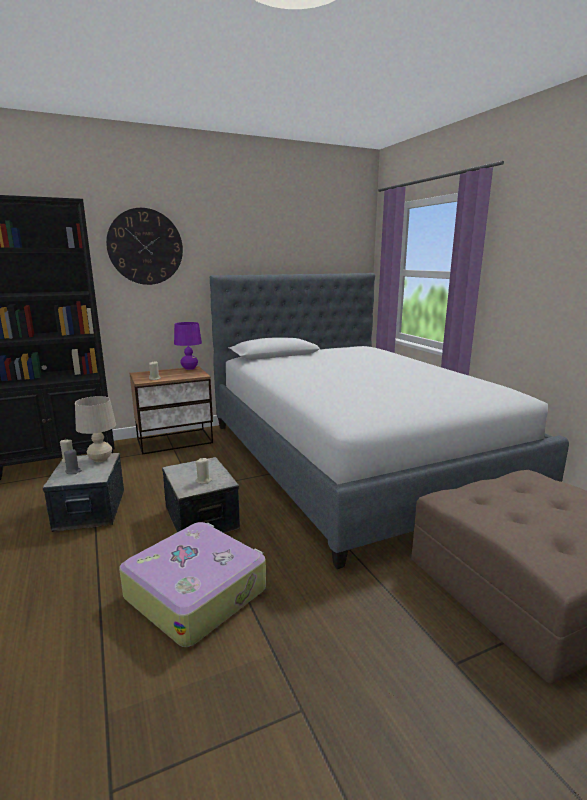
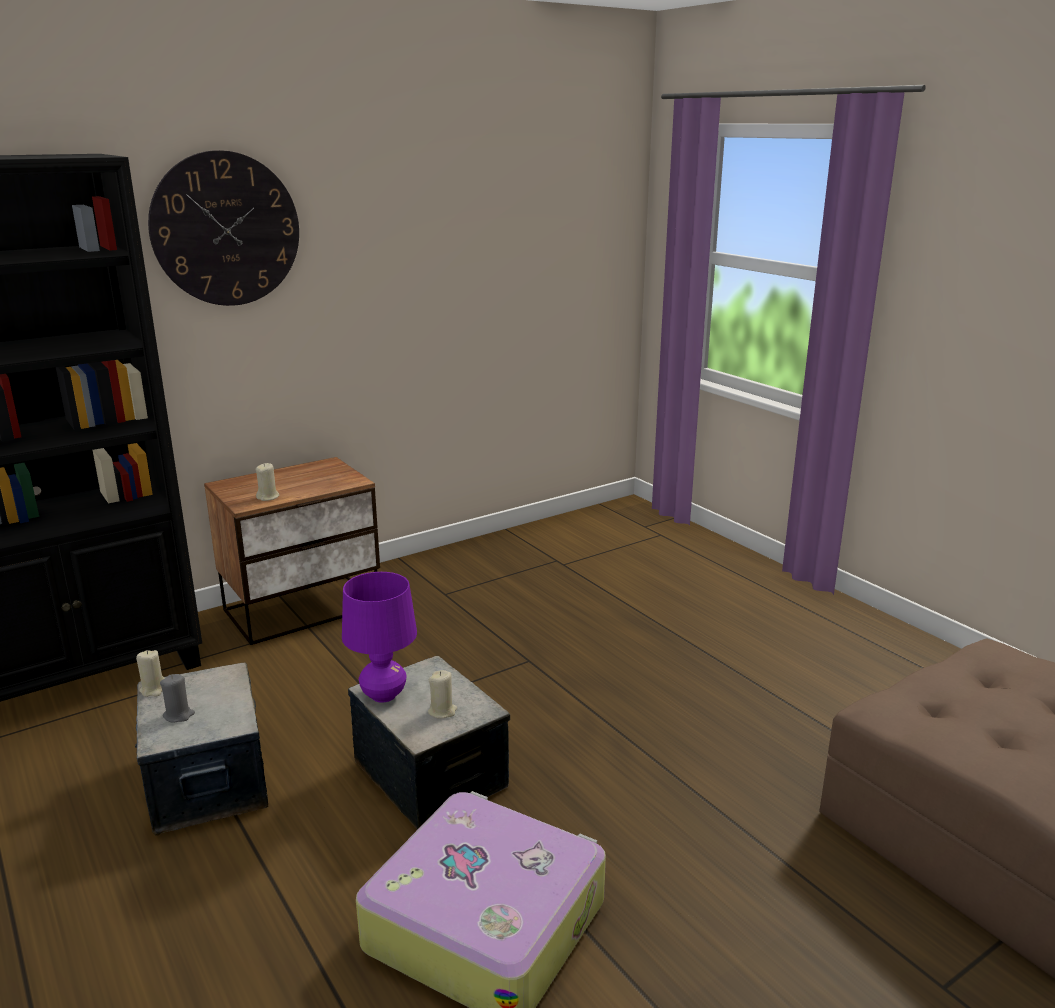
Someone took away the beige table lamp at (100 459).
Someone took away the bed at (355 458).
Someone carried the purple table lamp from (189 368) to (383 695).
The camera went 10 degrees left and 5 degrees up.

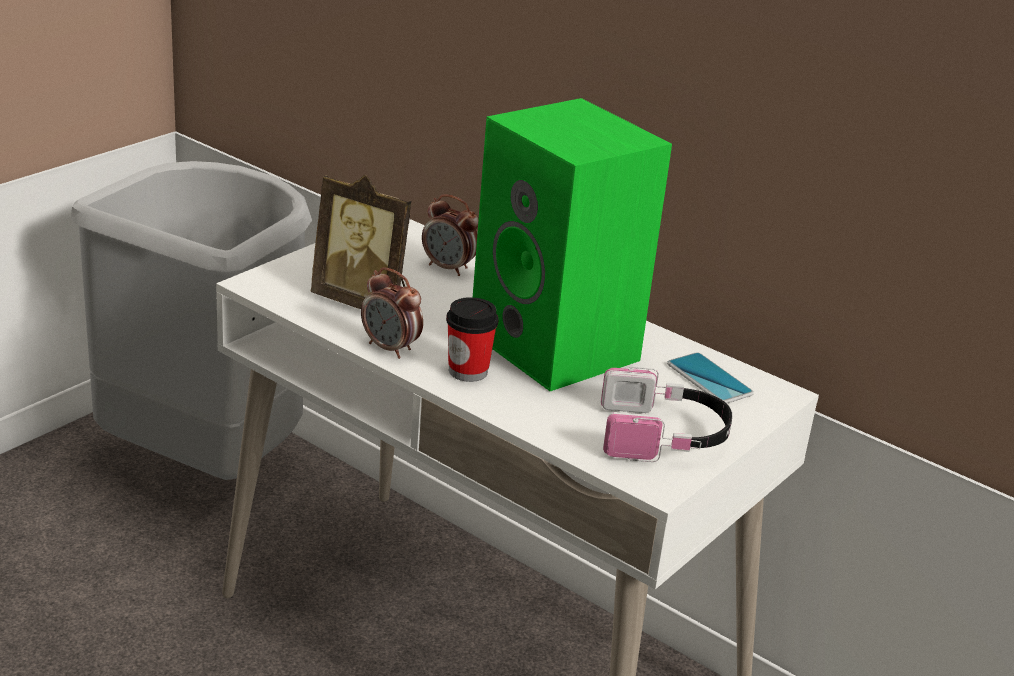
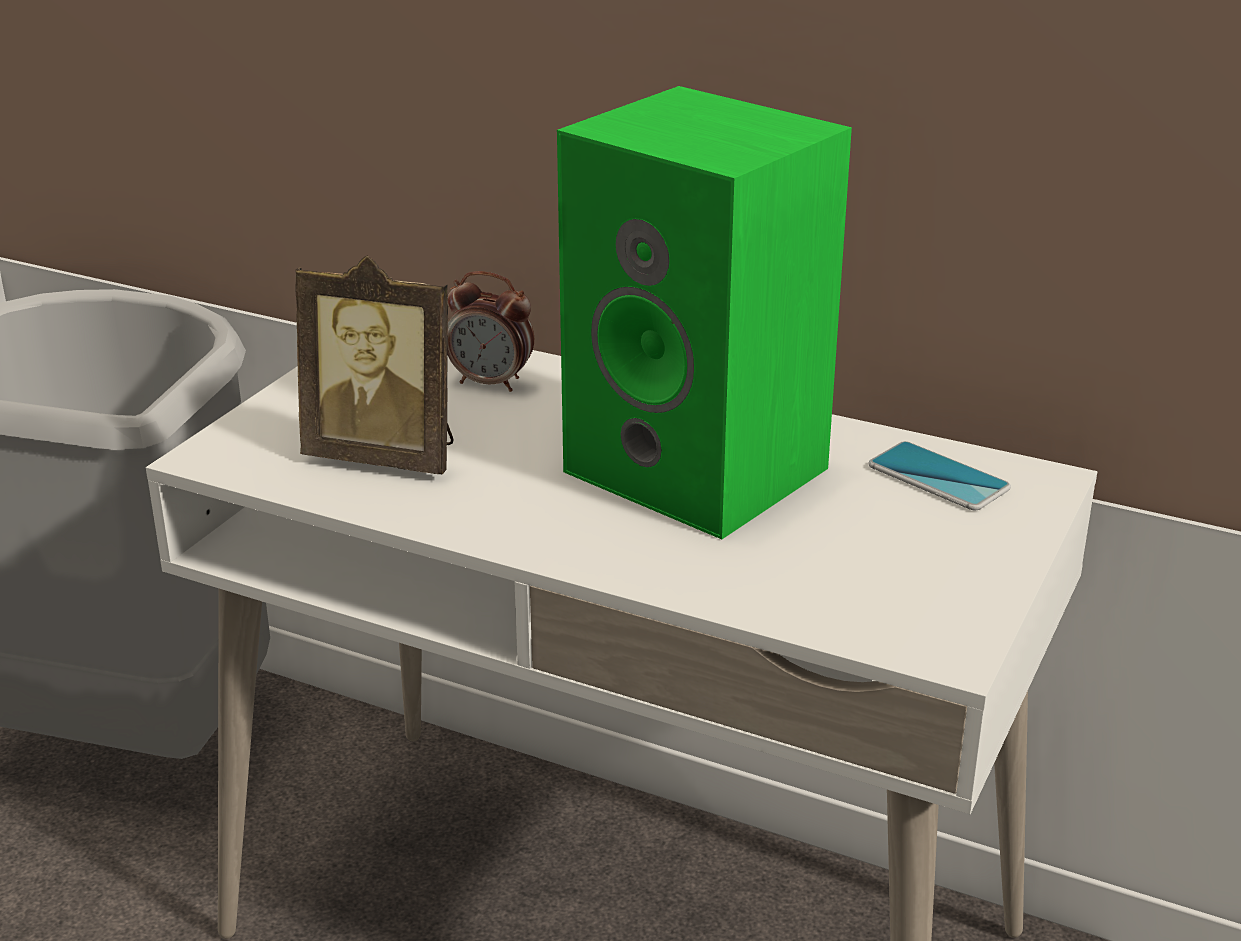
Someone took away the alarm clock at (390 348).
Someone took away the cup at (468 371).
Someone took away the headphones at (664 436).
The camera went 10 degrees left and 0 degrees up.

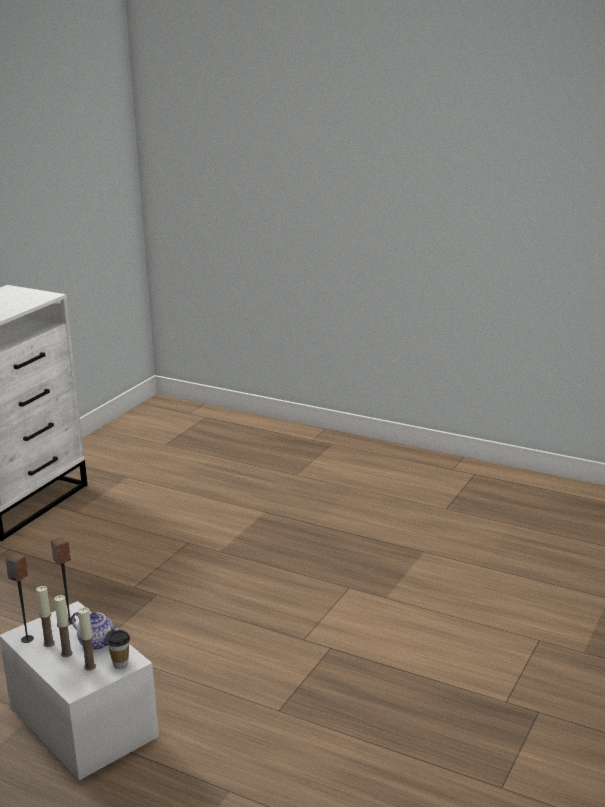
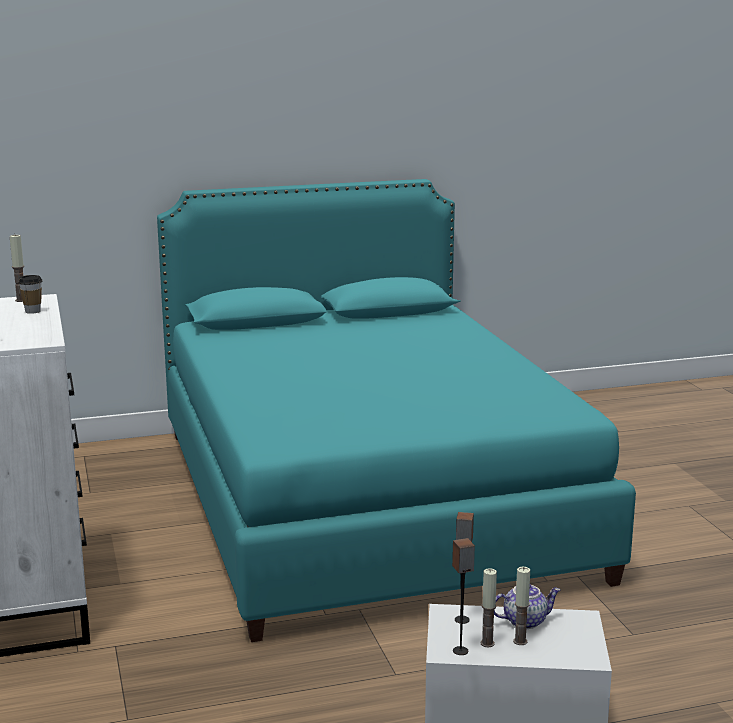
Someone put down the turquoise bed at (365 501).
Someone carried the candle from (90 666) to (21 300).
Someone carried the cup from (120 664) to (33 311).
The camera went 45 degrees left and 5 degrees down.

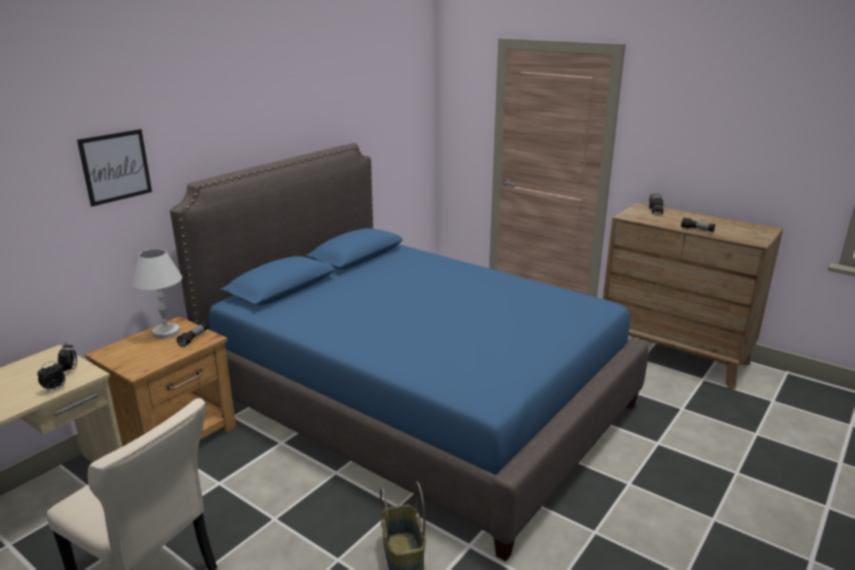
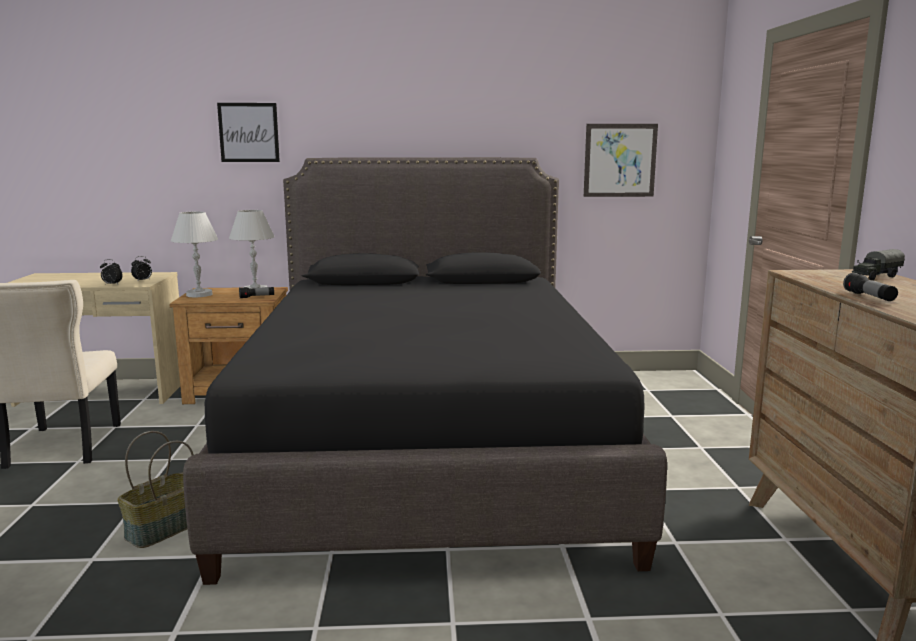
Someone put down the white table lamp at (199 294).
Someone put up the picture at (620 160).
Someone repainted the blue bed at (417 402), which became the black bed at (427 448).
The camera went 50 degrees right and 10 degrees down.

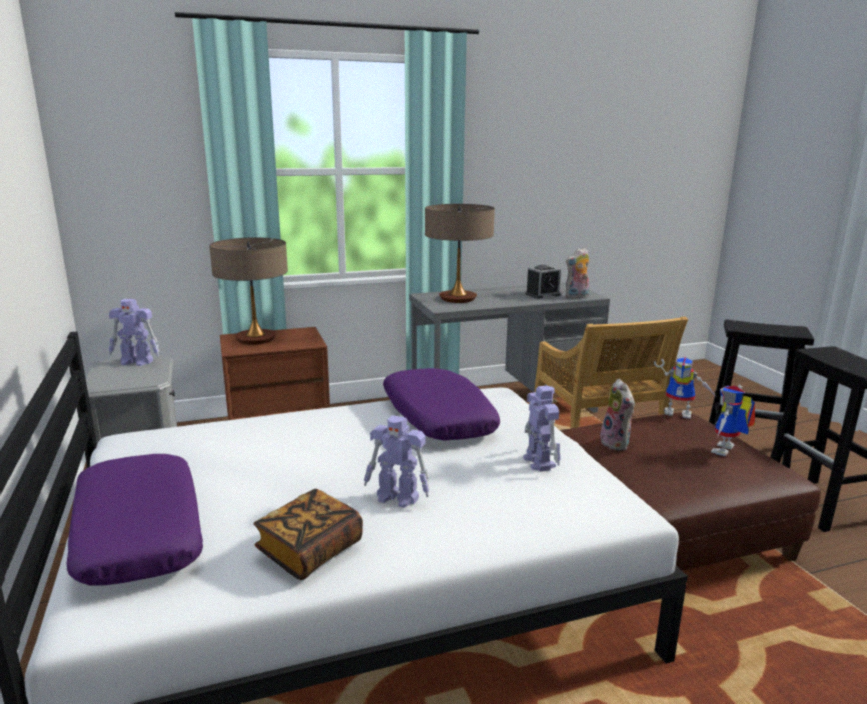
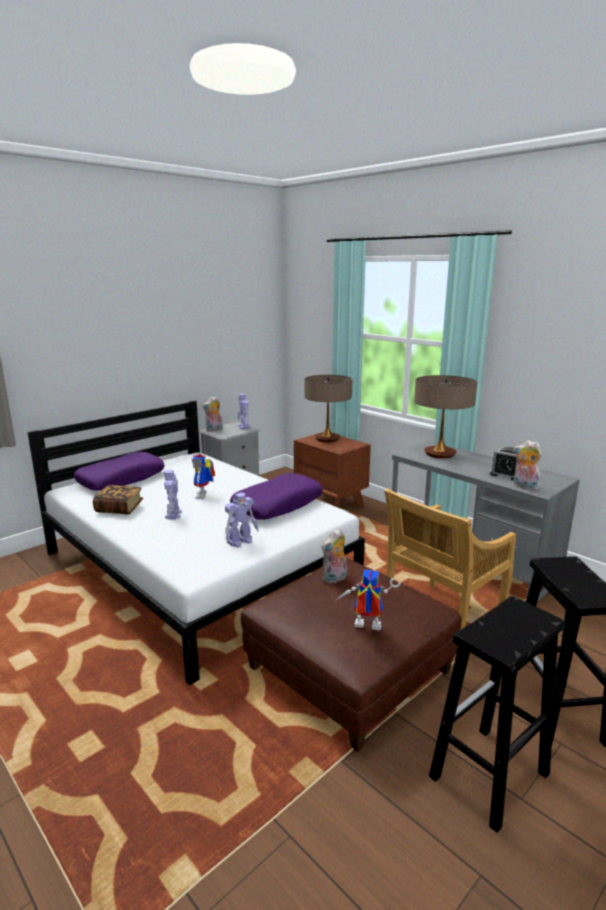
Someone put down the plush toy at (214 430).
Someone carried the toy robot from (680 413) to (204 496).
The camera went 65 degrees right and 0 degrees up.

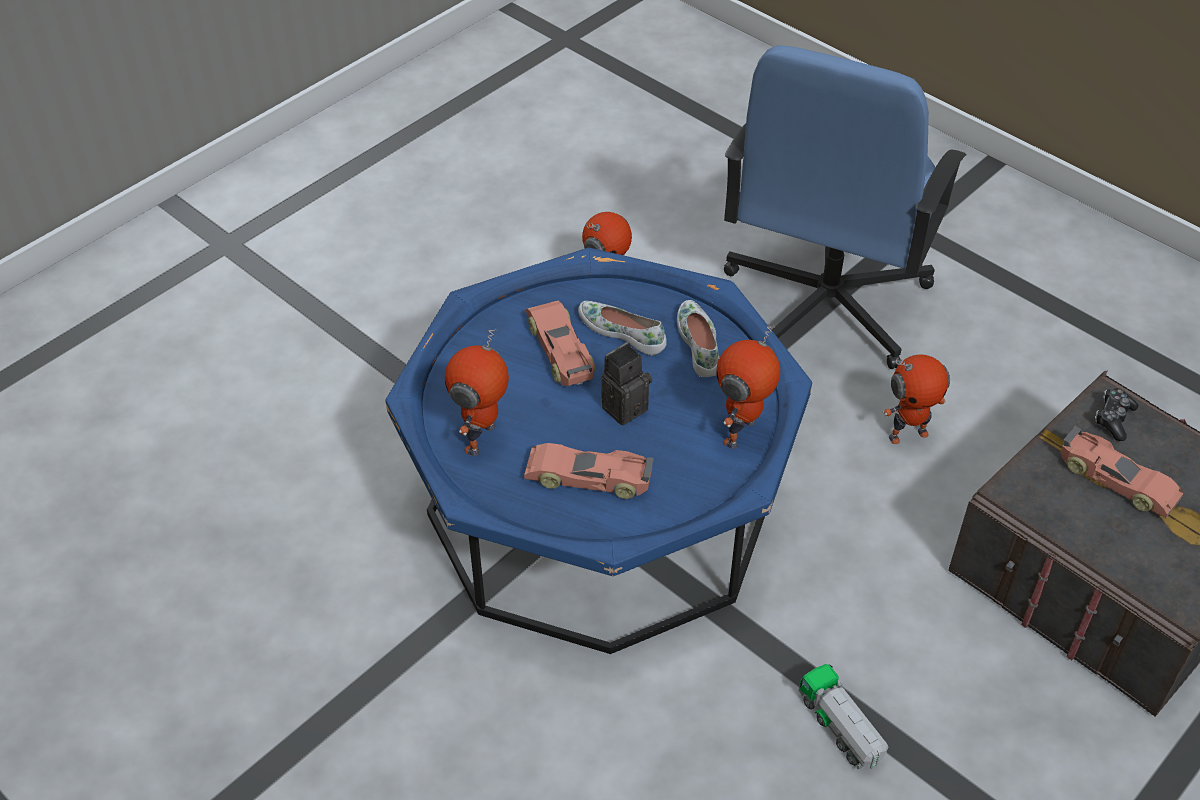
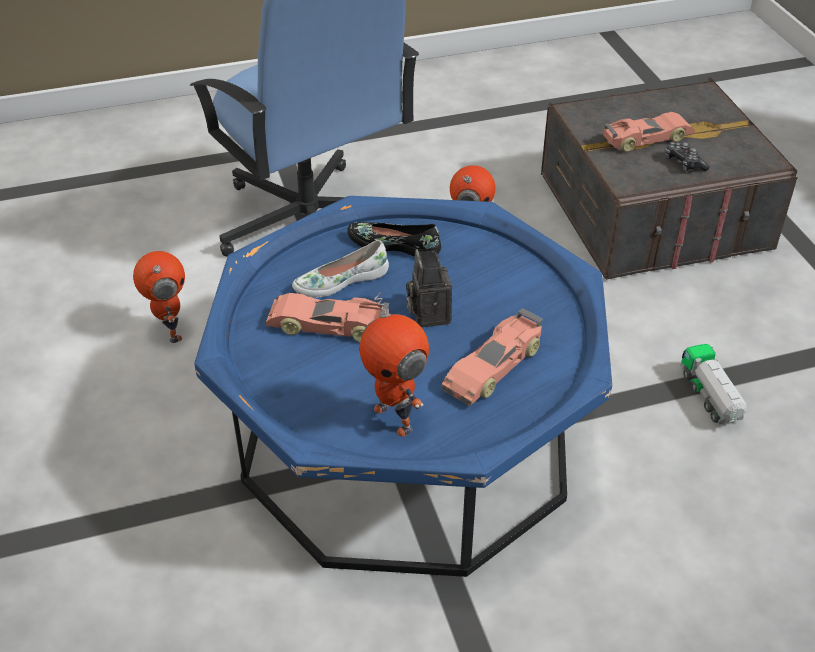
Someone took away the toy robot at (742 433).
Someone carried the game controller from (1113 419) to (683 163).
Someone repainted the white shoe at (700 344), which became the black shoe at (394 245).
Someone rotated the toy truck at (840 728) by 75 degrees clockwise.
The camera went 60 degrees left and 5 degrees down.

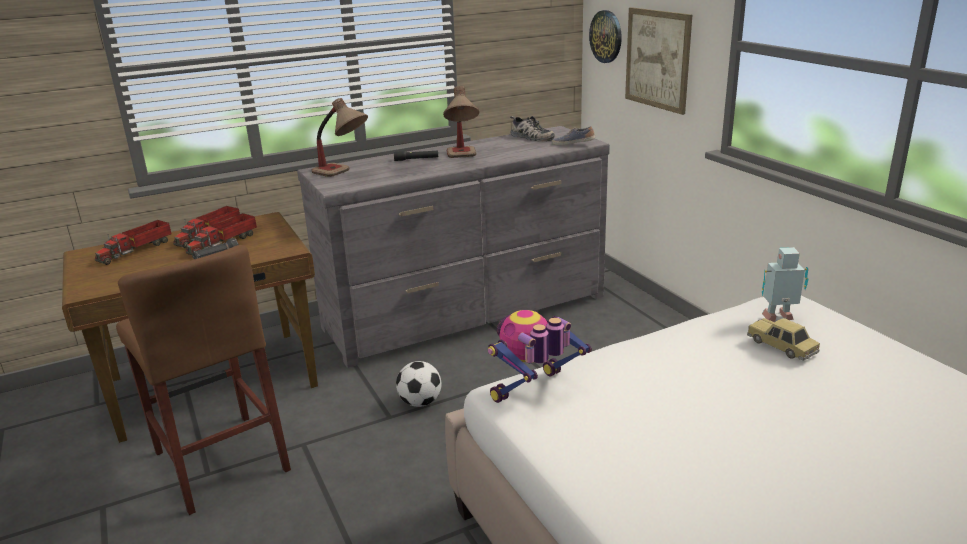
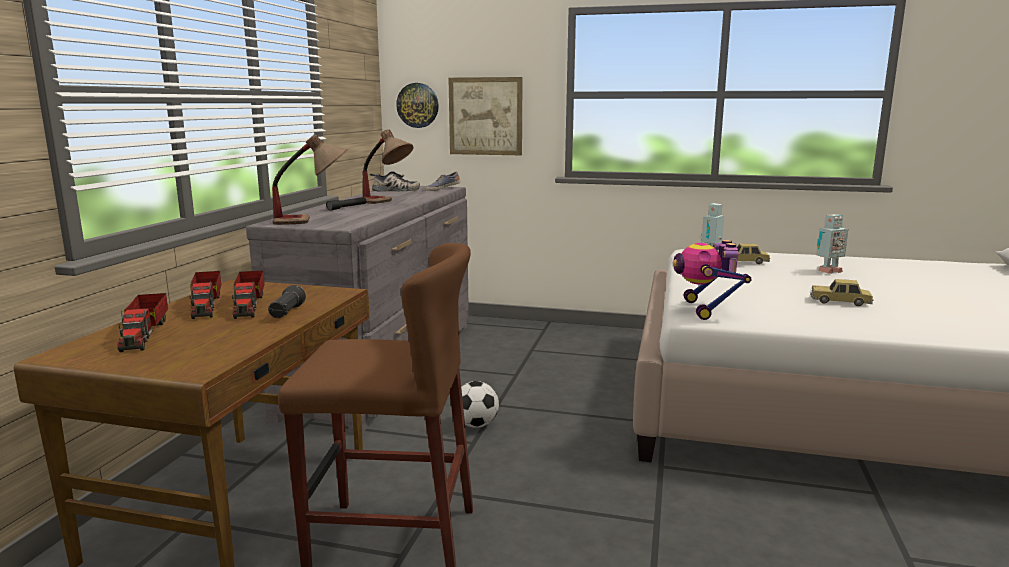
Someone put down the toy car at (840 302).
Someone put down the toy robot at (828 271).
The camera went 50 degrees left and 10 degrees down.

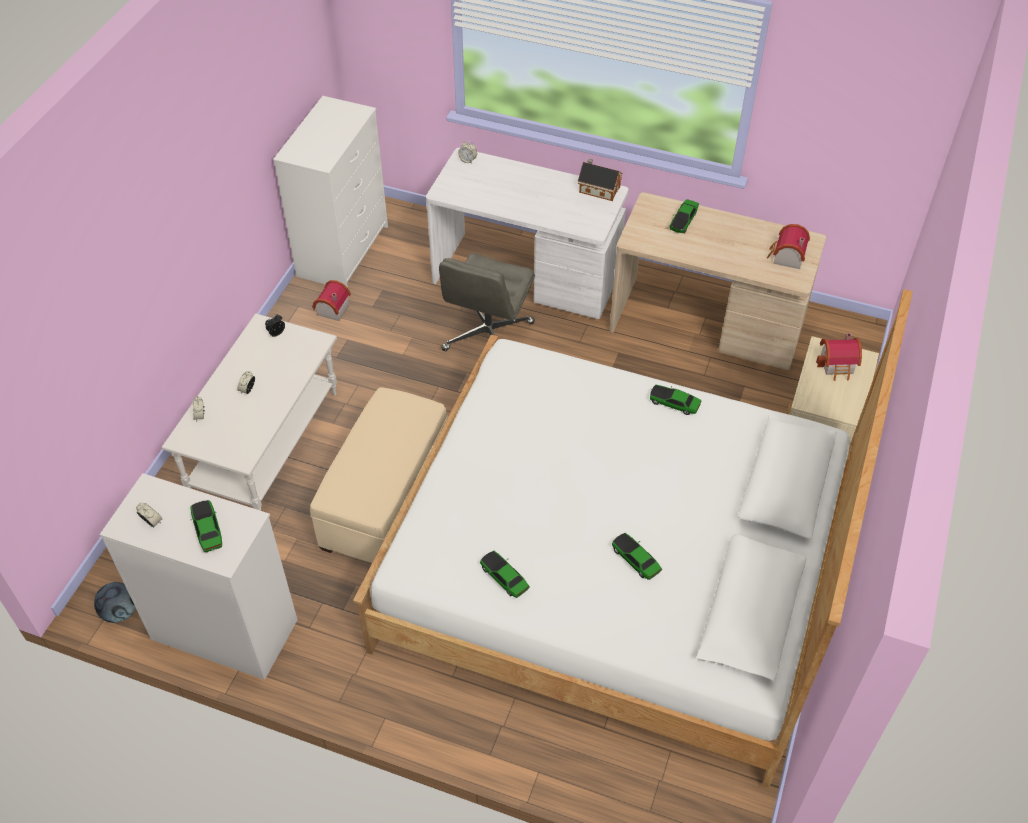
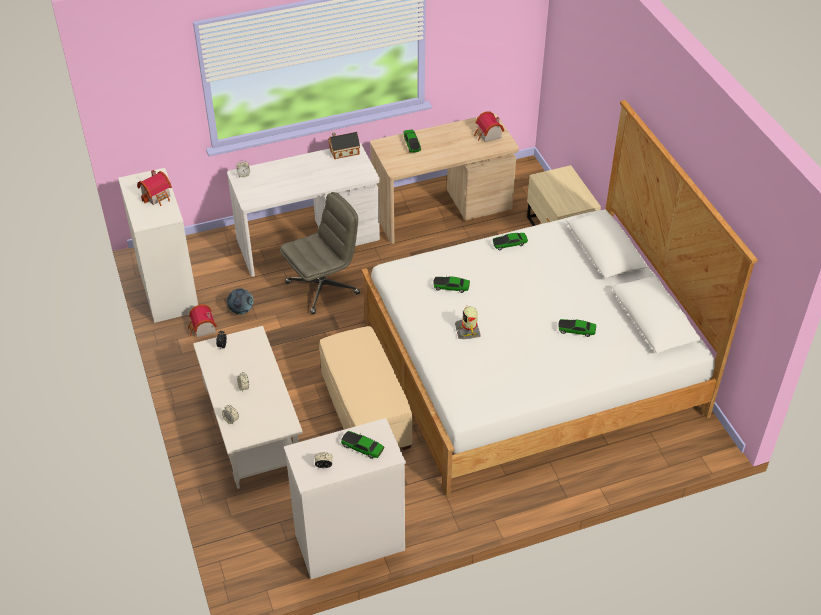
Someone put down the toy robot at (468 330).
Someone carried the football from (120 612) to (241 310).
Someone carried the toy car from (504 578) to (451 287).
Someone carried the toy house from (838 366) to (158 196).
Someone rotated the grey office chair at (488 337) by 105 degrees counterclockwise.
The camera went 40 degrees left and 5 degrees down.

